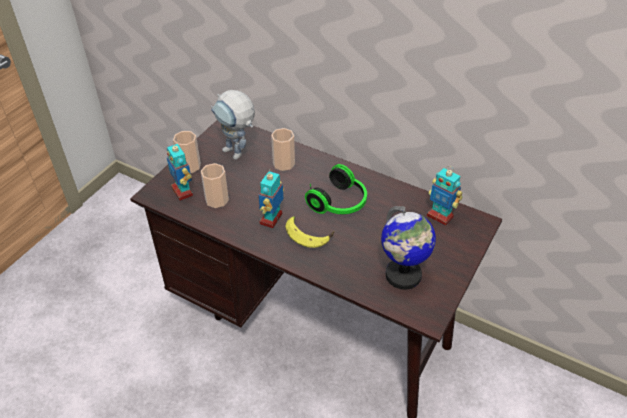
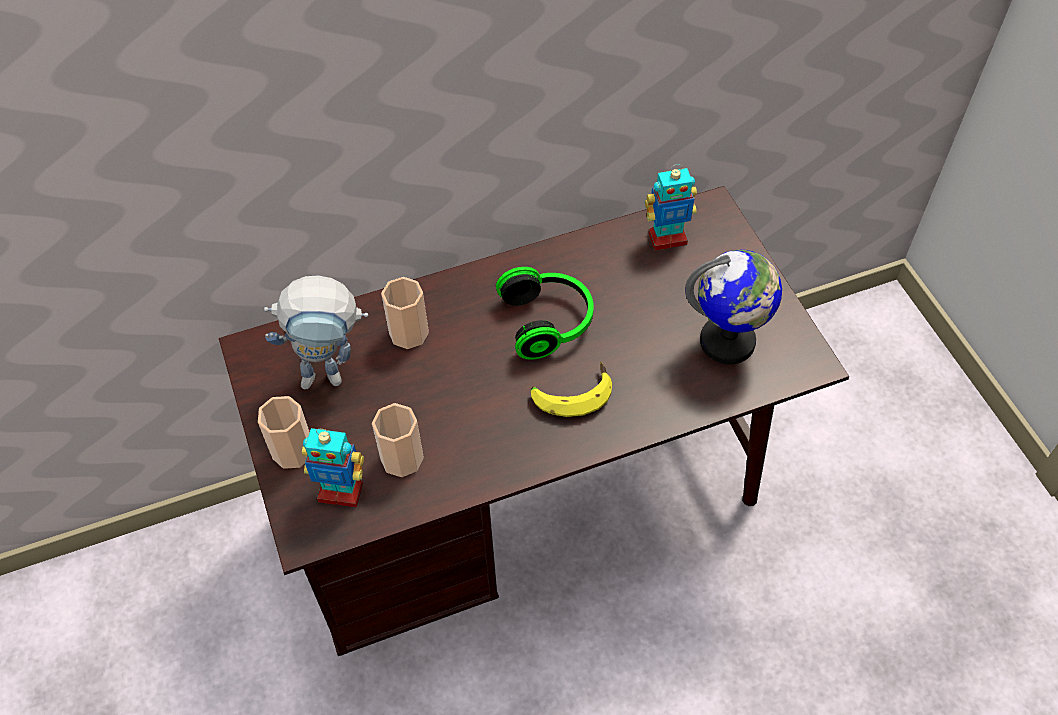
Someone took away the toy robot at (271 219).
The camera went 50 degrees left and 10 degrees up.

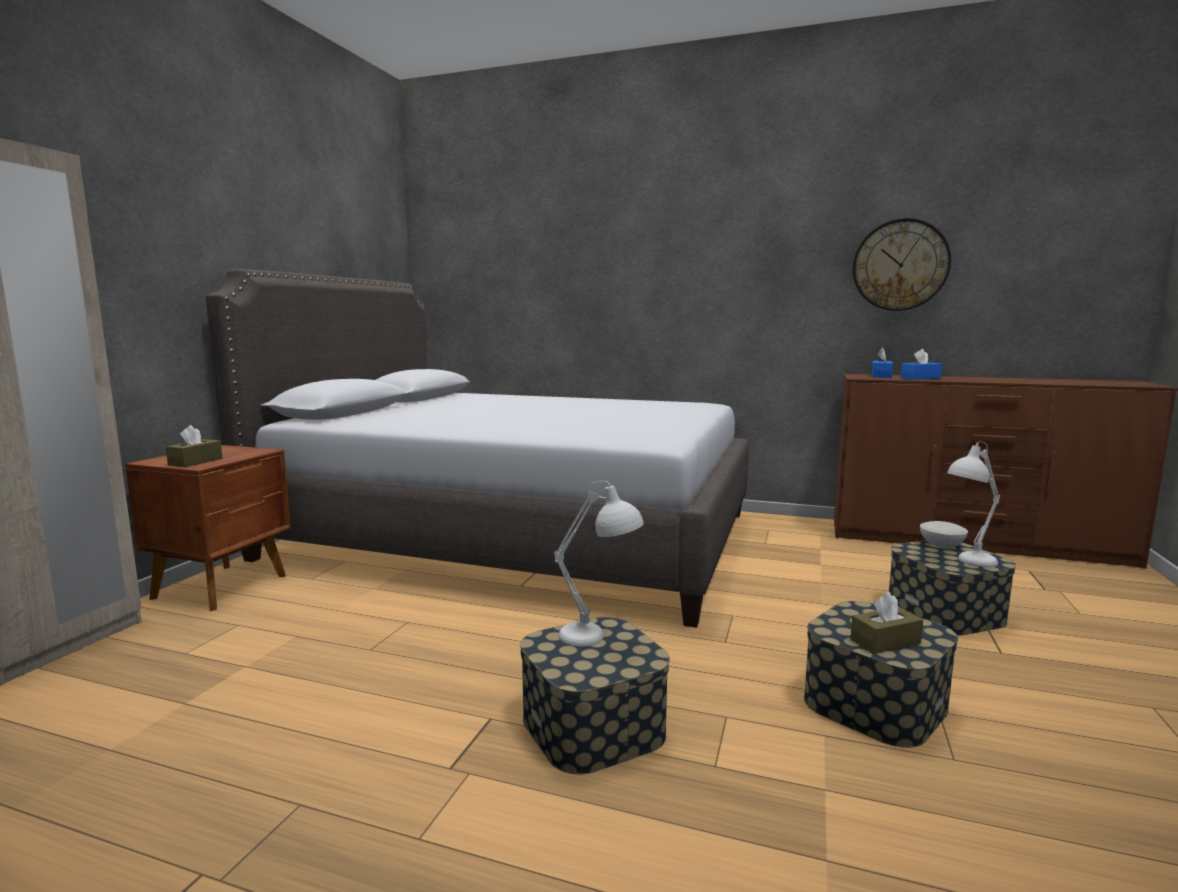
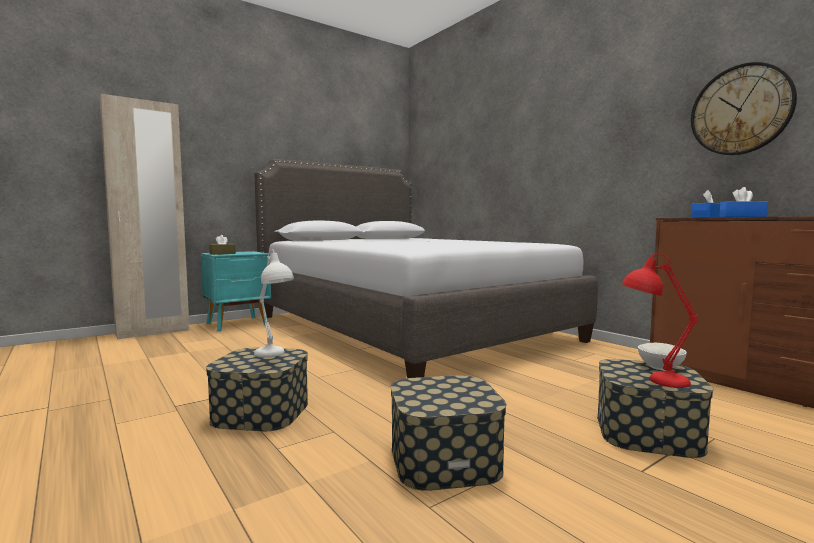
Someone took away the brown tissue box at (885 641).
Someone repainted the brown nightstand at (223 586), which became the turquoise nightstand at (238 324).
Someone repainted the white table lamp at (967 563), which became the red table lamp at (652 380).
The camera went 35 degrees right and 5 degrees down.

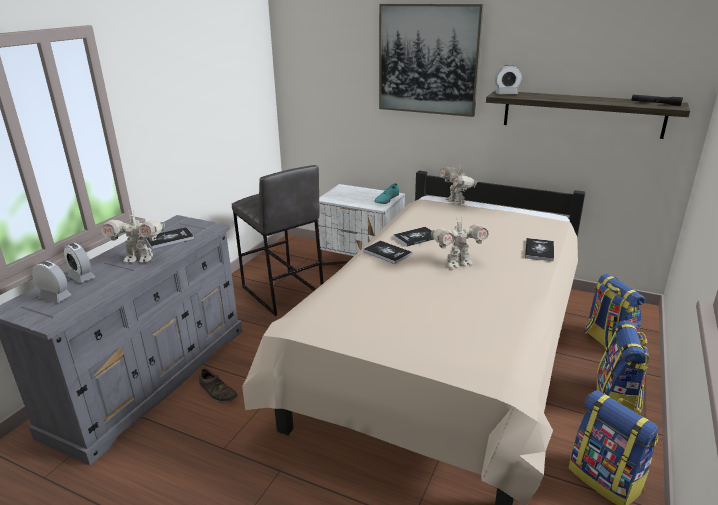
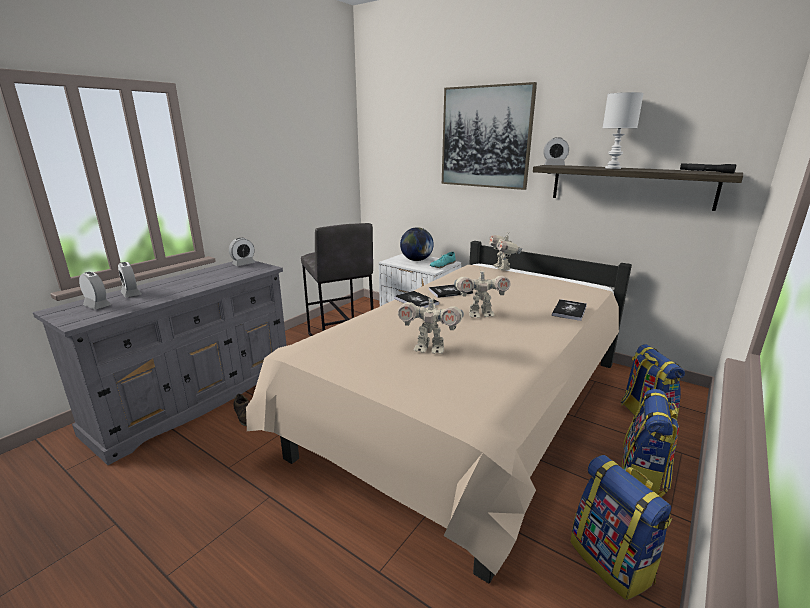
Someone took away the book at (170 239).
Someone put down the alarm clock at (243 264).
Someone put down the globe at (416 260).
Someone put down the white table lamp at (612 168).
Someone carried the toy robot from (140 259) to (429 349).
The camera went 10 degrees right and 5 degrees down.

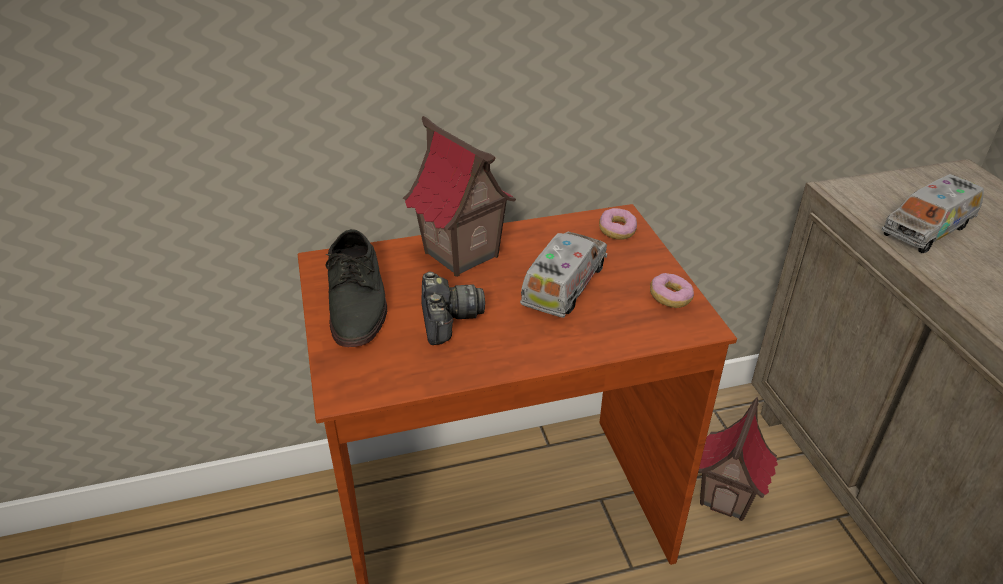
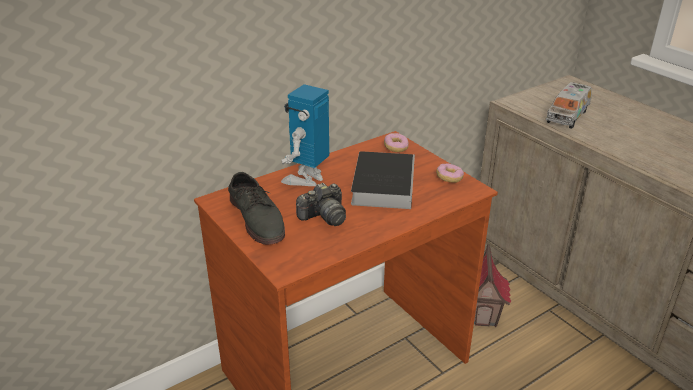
Someone swapped the toy house at (460 255) for the toy robot at (307 179).
Someone swapped the toy truck at (564 285) for the book at (383 183).
Someone rotated the photo camera at (448 320) by 90 degrees clockwise.
The camera went 20 degrees left and 5 degrees down.

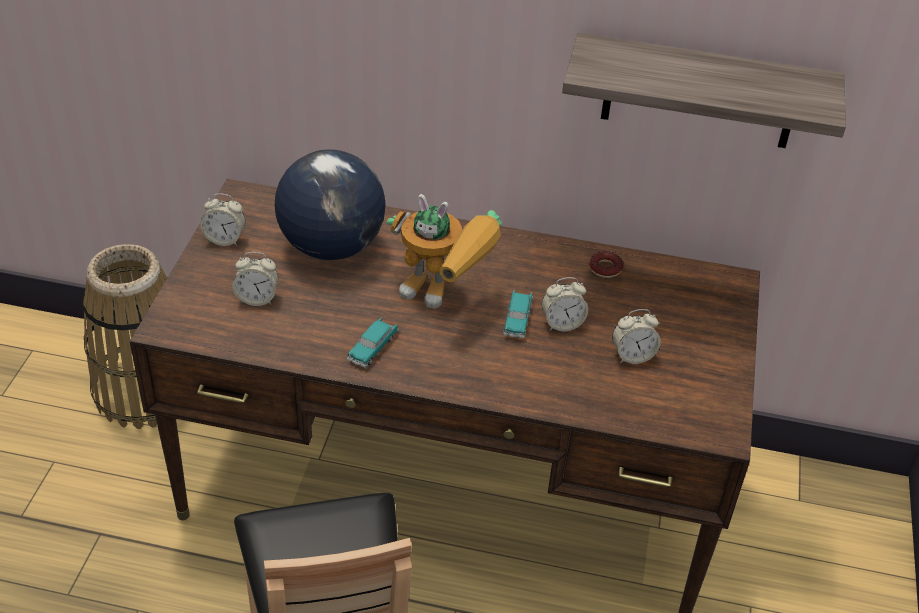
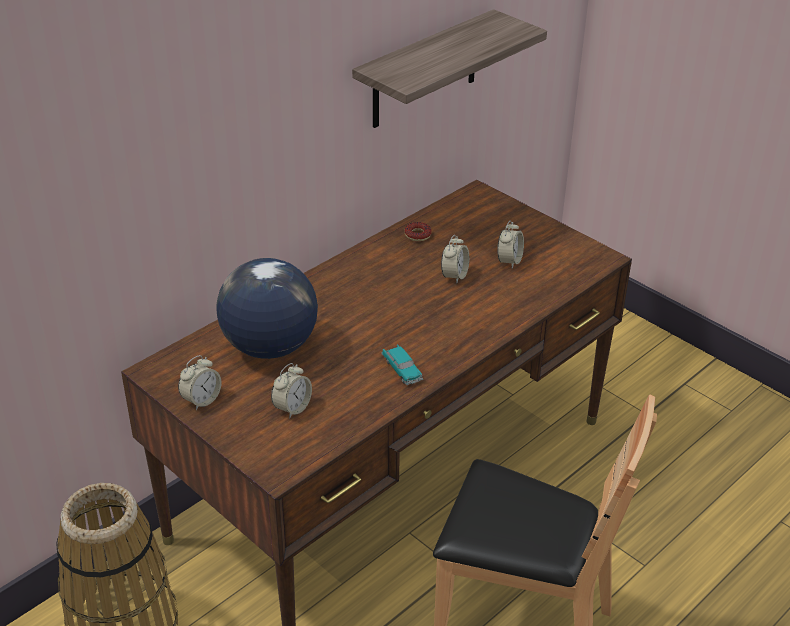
Someone took away the toy robot at (444 294).
Someone took away the toy car at (517 319).
The camera went 55 degrees left and 5 degrees down.

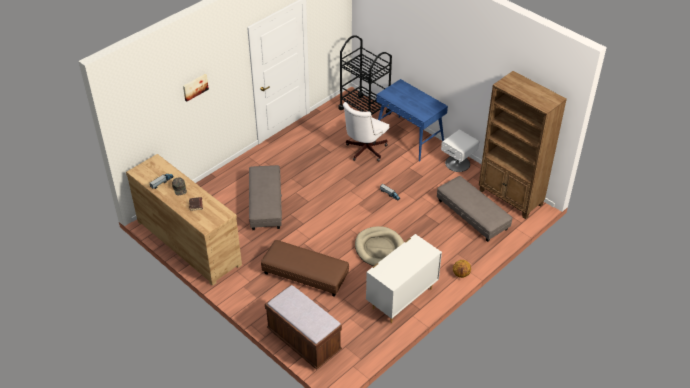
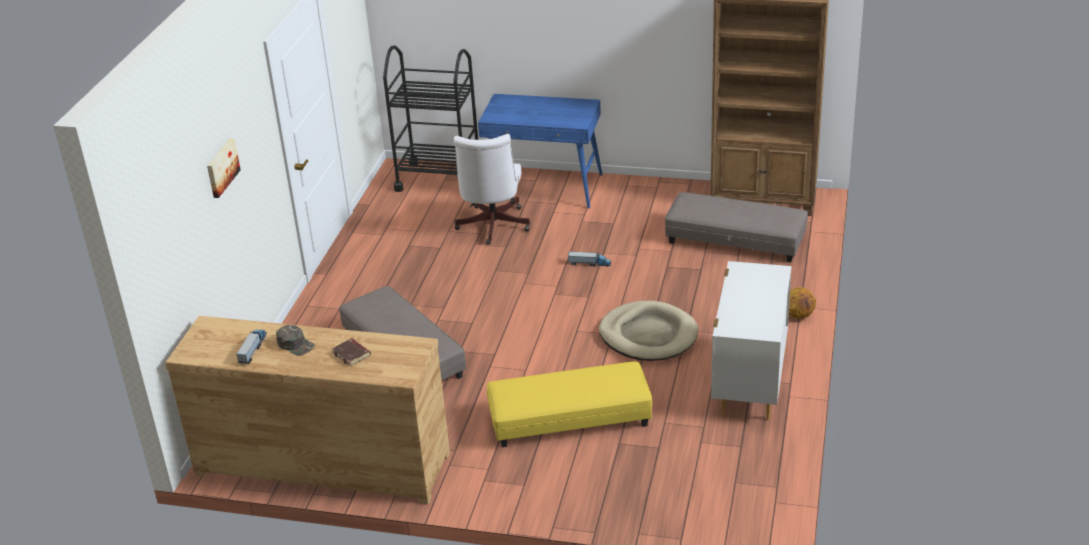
Someone took away the brown bench at (304 341).
Someone took away the white nightstand at (458 163).
Someone repainted the brown ottoman at (305 274), which became the yellow ottoman at (569 419).
The camera went 30 degrees left and 10 degrees down.

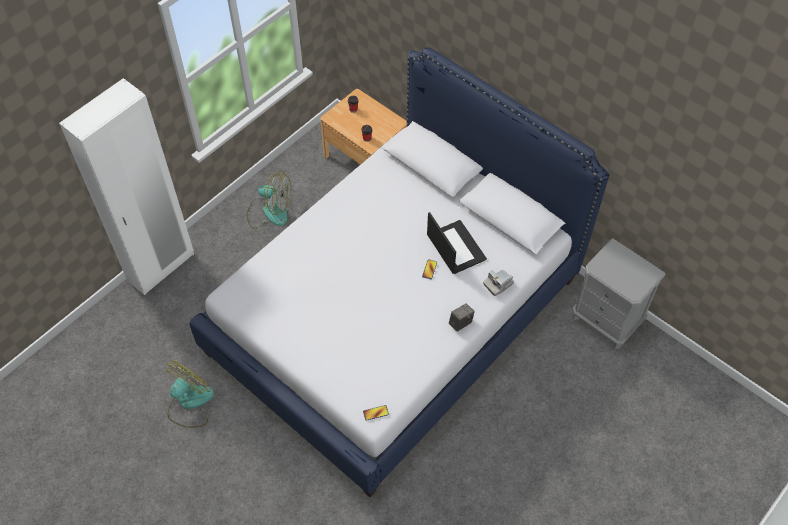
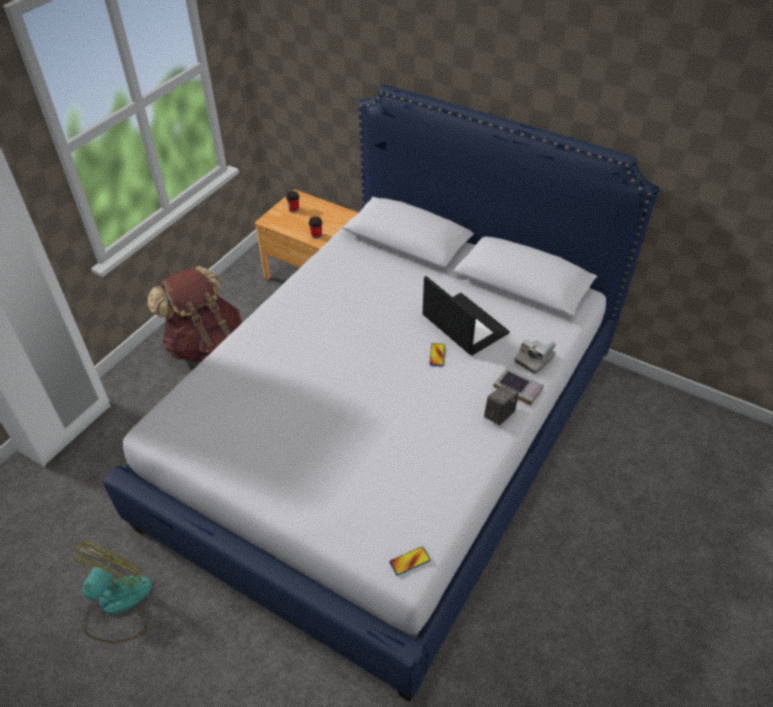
Someone took away the grey nightstand at (606 320).
Someone put down the book at (518 388).
Someone swapped the fan at (269 211) for the brown backpack at (205 344).
The camera went 10 degrees left and 10 degrees down.

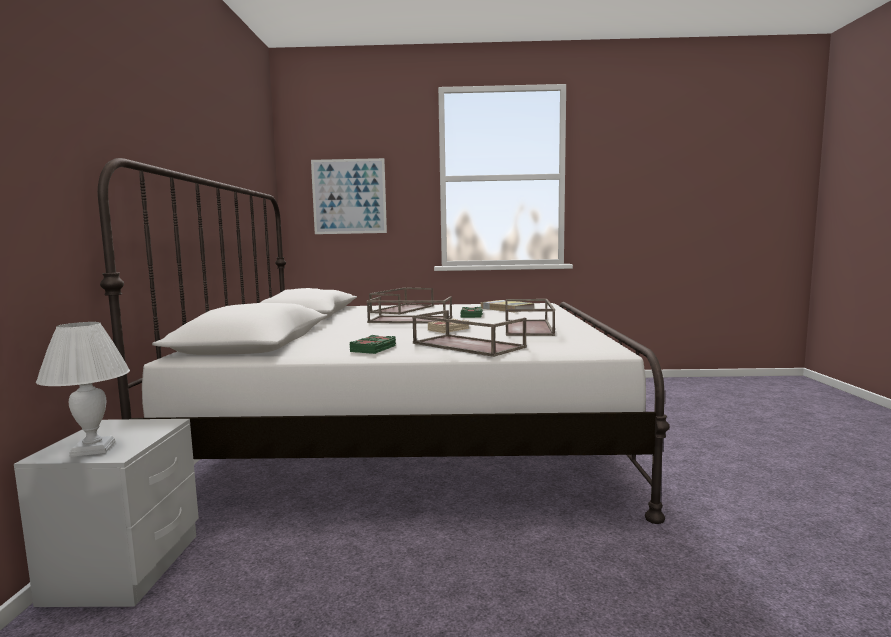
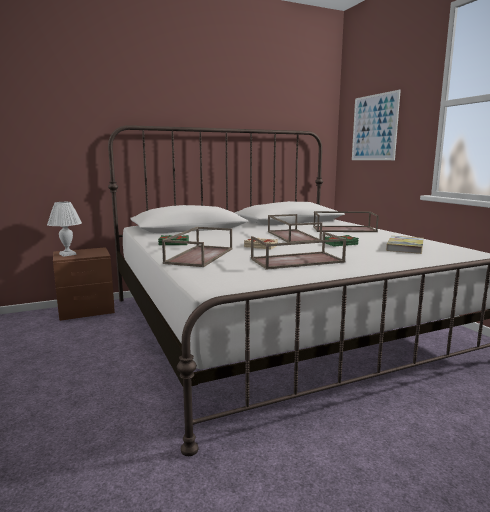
Someone repainted the grey nightstand at (125 568), which became the brown nightstand at (86 310).
The camera went 65 degrees right and 5 degrees up.

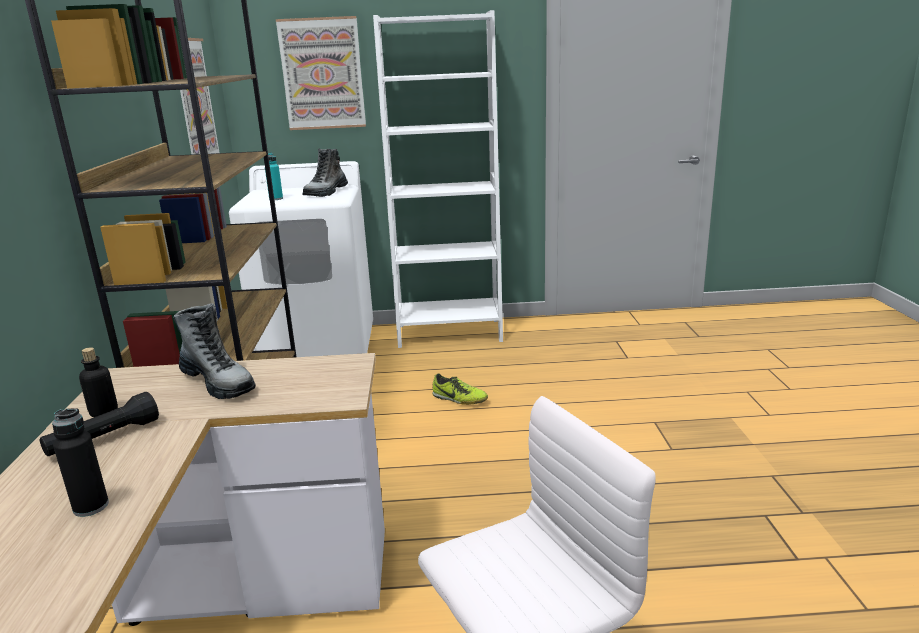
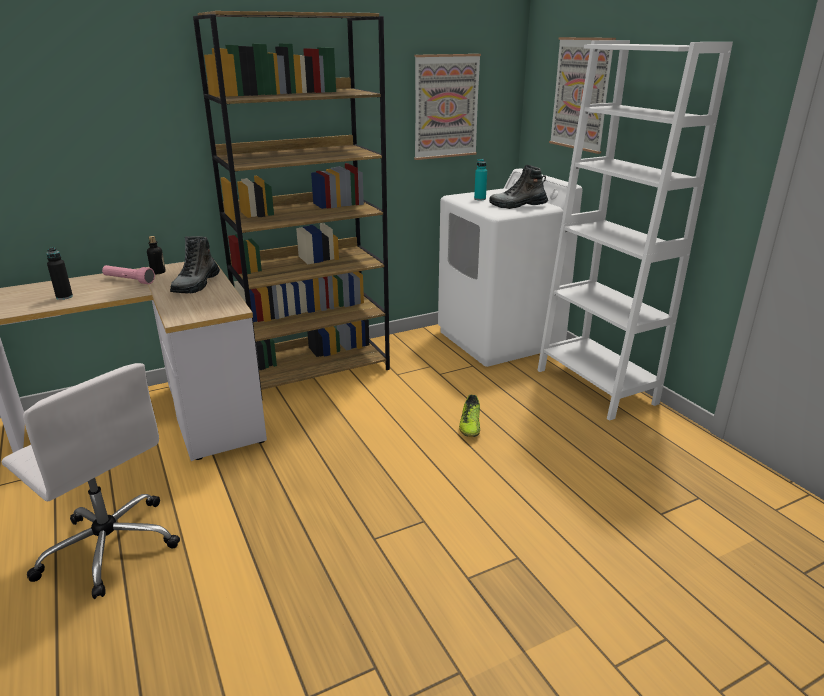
Someone repainted the black flashlight at (104 439), which became the pink flashlight at (129 280).
The camera went 65 degrees right and 5 degrees up.

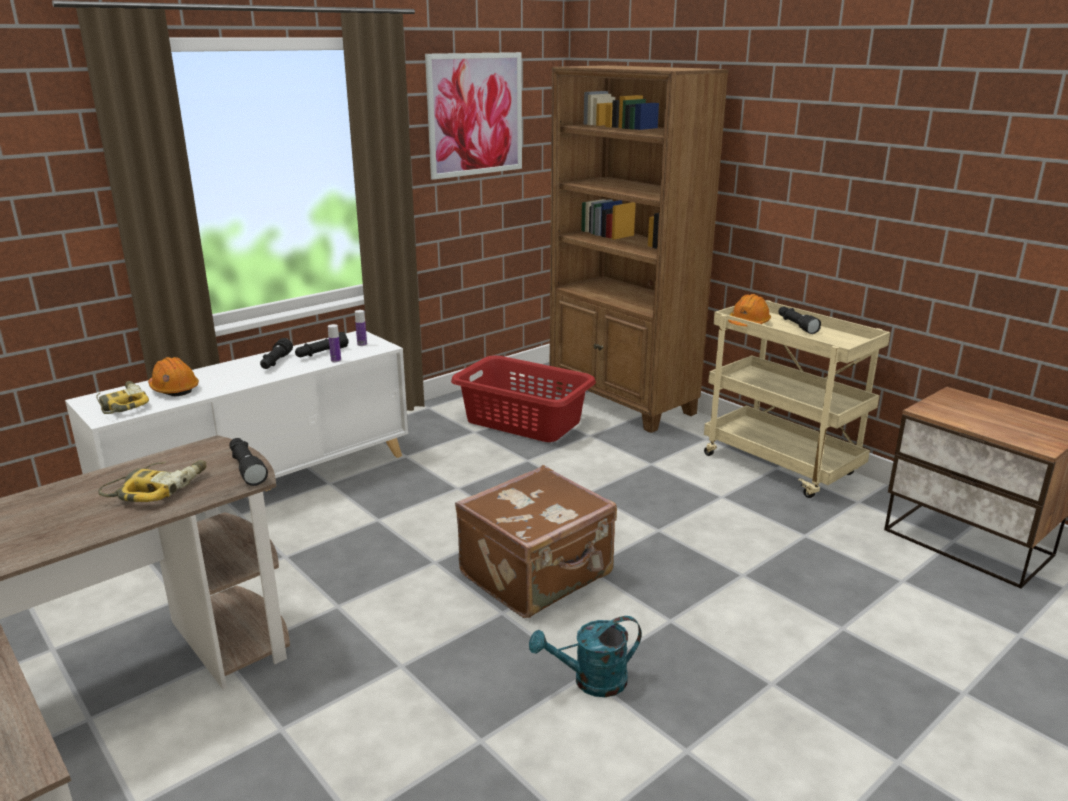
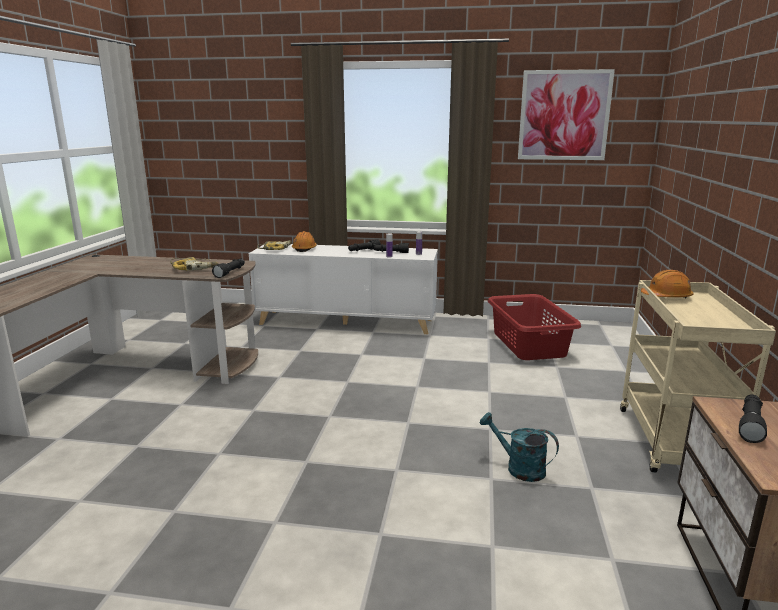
Someone took away the brown suitcase at (538 575).
Someone took away the brown bookcase at (622 402).
Someone carried the turquoise watering can from (590 682) to (519 468).
Someone carried the black flashlight from (796 325) to (750 424).
The camera went 50 degrees right and 5 degrees down.

